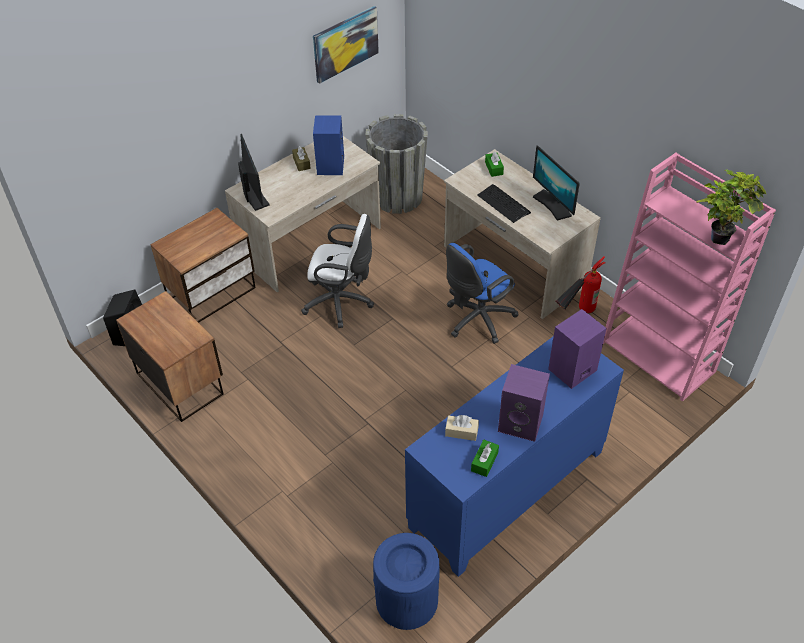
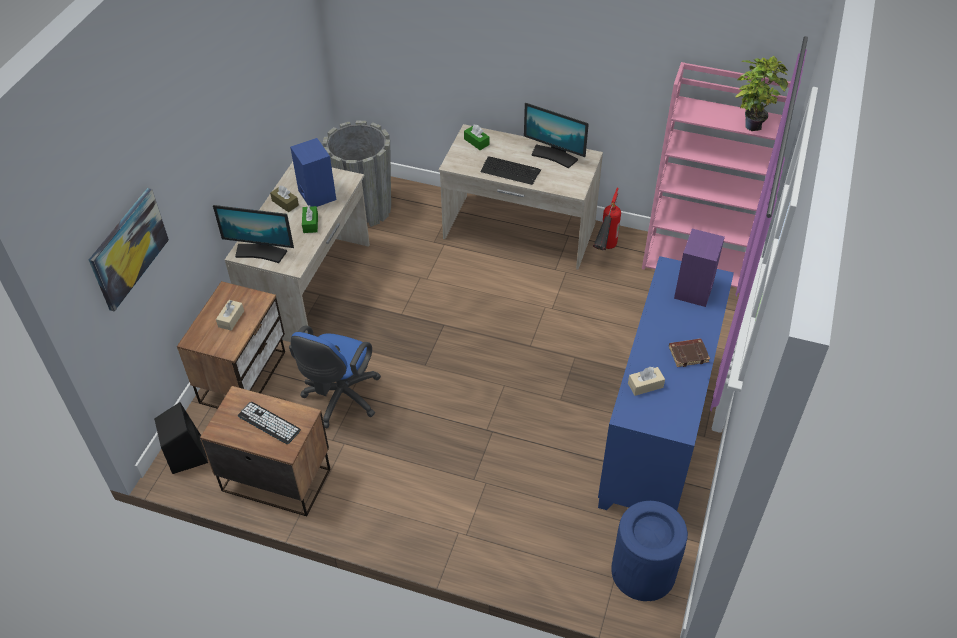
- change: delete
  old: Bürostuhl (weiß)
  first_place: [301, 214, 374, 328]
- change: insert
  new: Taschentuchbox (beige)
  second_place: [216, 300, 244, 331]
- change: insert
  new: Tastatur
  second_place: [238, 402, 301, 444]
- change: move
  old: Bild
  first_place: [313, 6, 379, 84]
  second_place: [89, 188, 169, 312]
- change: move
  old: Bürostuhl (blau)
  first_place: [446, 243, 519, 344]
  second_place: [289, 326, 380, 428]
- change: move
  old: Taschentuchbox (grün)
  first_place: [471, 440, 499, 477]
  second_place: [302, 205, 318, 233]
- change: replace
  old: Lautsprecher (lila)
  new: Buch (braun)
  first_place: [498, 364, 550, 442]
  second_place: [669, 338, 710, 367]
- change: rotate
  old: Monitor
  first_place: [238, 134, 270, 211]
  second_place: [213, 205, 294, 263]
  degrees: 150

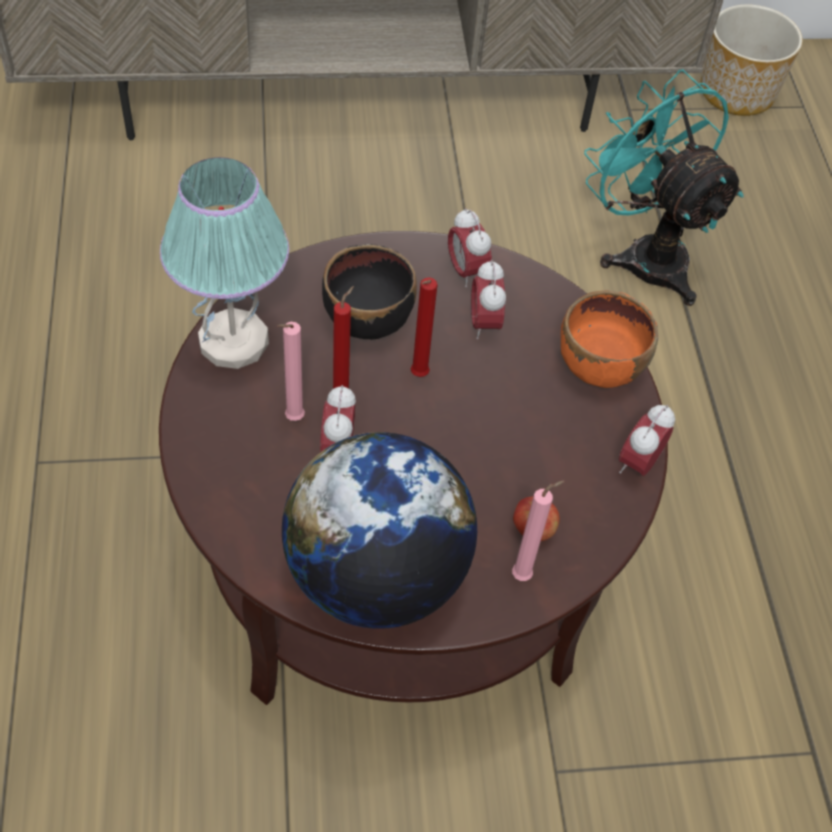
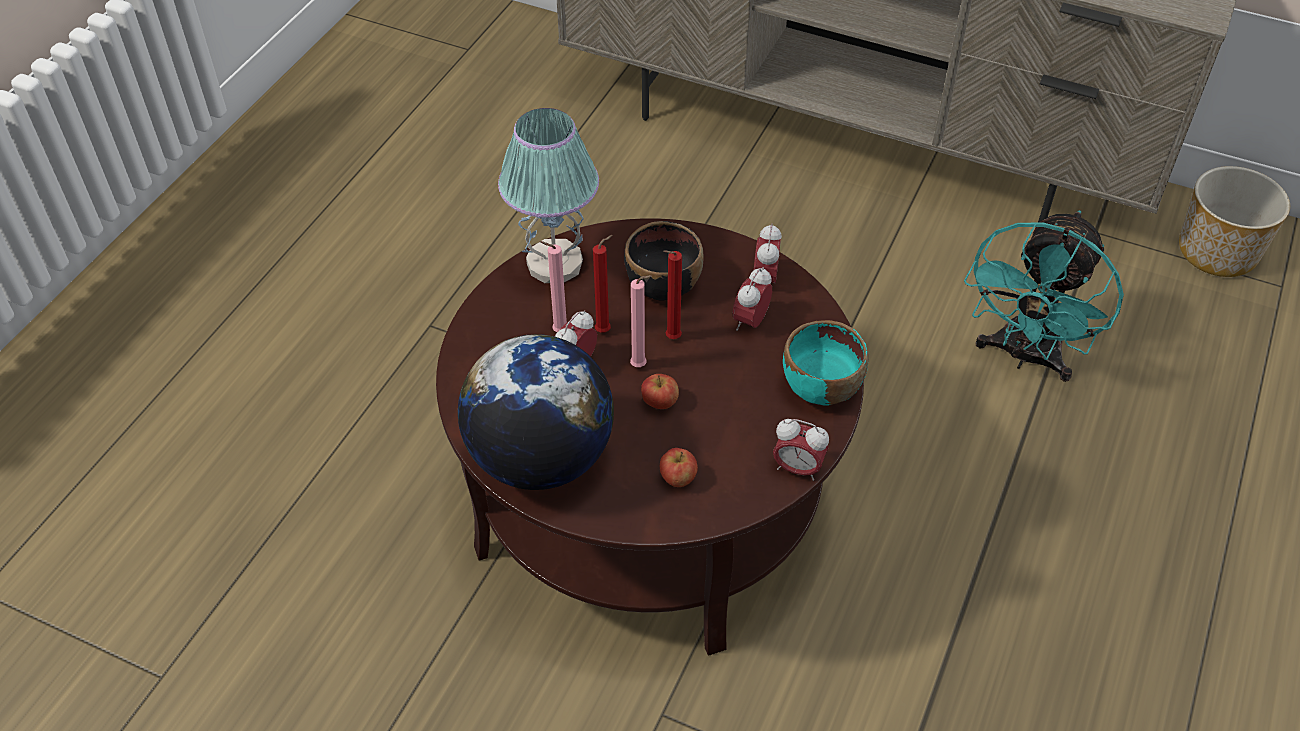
- change: insert
  new: Apfel
  second_place: [641, 374, 679, 409]
- change: move
  old: Kerze (rosa)
  first_place: [512, 481, 565, 581]
  second_place: [630, 275, 652, 367]
- change: recolor
  old: Schüssel (orange)
  new: Schüssel (türkis)
  first_place: [561, 290, 658, 388]
  second_place: [783, 320, 868, 406]
- change: rotate
  old: Ventilator (türkis)
  first_place: [584, 69, 744, 306]
  second_place: [964, 210, 1124, 382]
  degrees: -150
- change: rotate
  old: Wecker
  first_place: [619, 405, 675, 476]
  second_place: [773, 419, 829, 481]
  degrees: -135

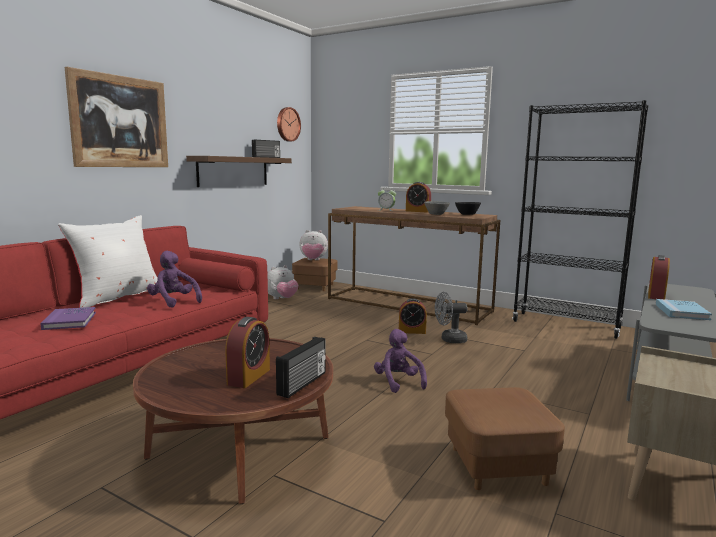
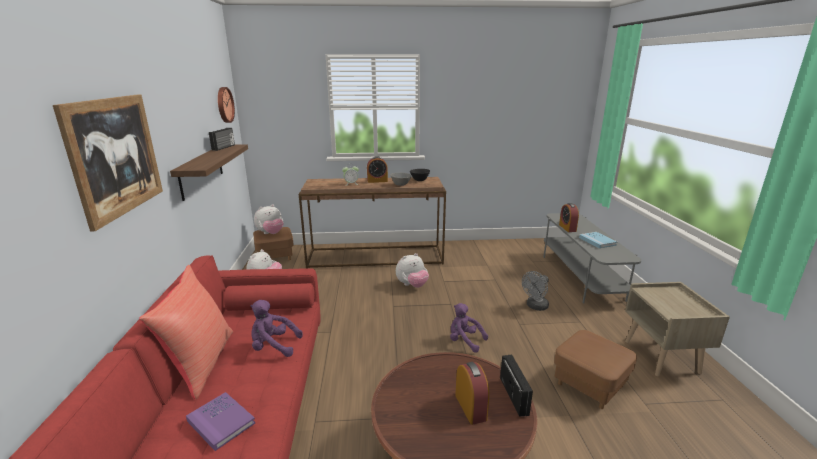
- change: delete
  old: Bücherregal (schwarz)
  first_place: [512, 100, 648, 339]
- change: move
  old: Ventilator (grau)
  first_place: [435, 292, 468, 343]
  second_place: [522, 271, 549, 311]
- change: replace
  old: Wecker
  new: Plüschtier
  first_place: [399, 298, 427, 334]
  second_place: [396, 253, 429, 288]
- change: recolor
  old: Kissen (weiß)
  new: Kissen (rot)
  first_place: [58, 215, 158, 308]
  second_place: [139, 265, 233, 399]

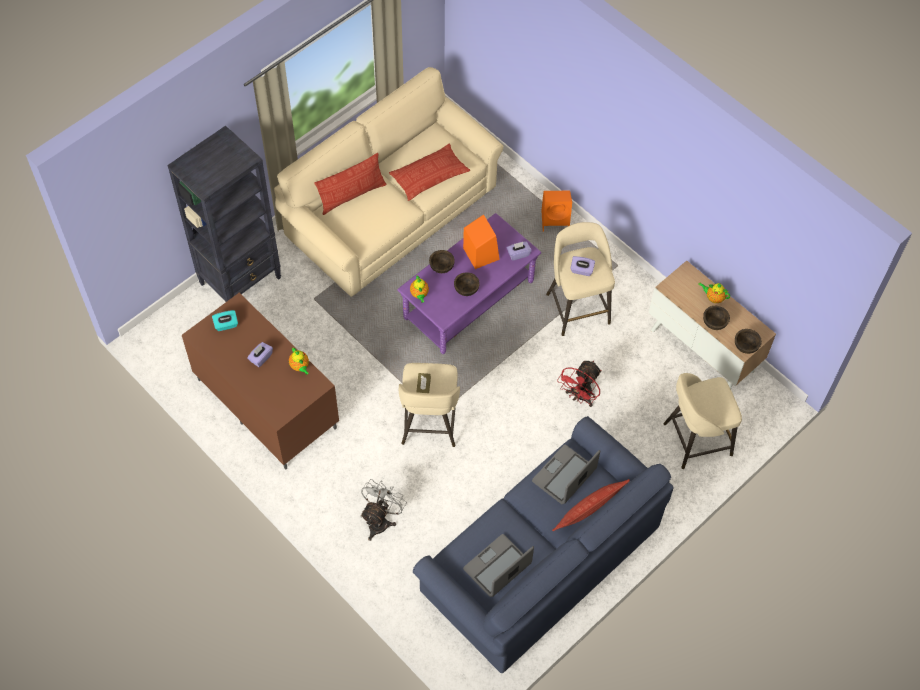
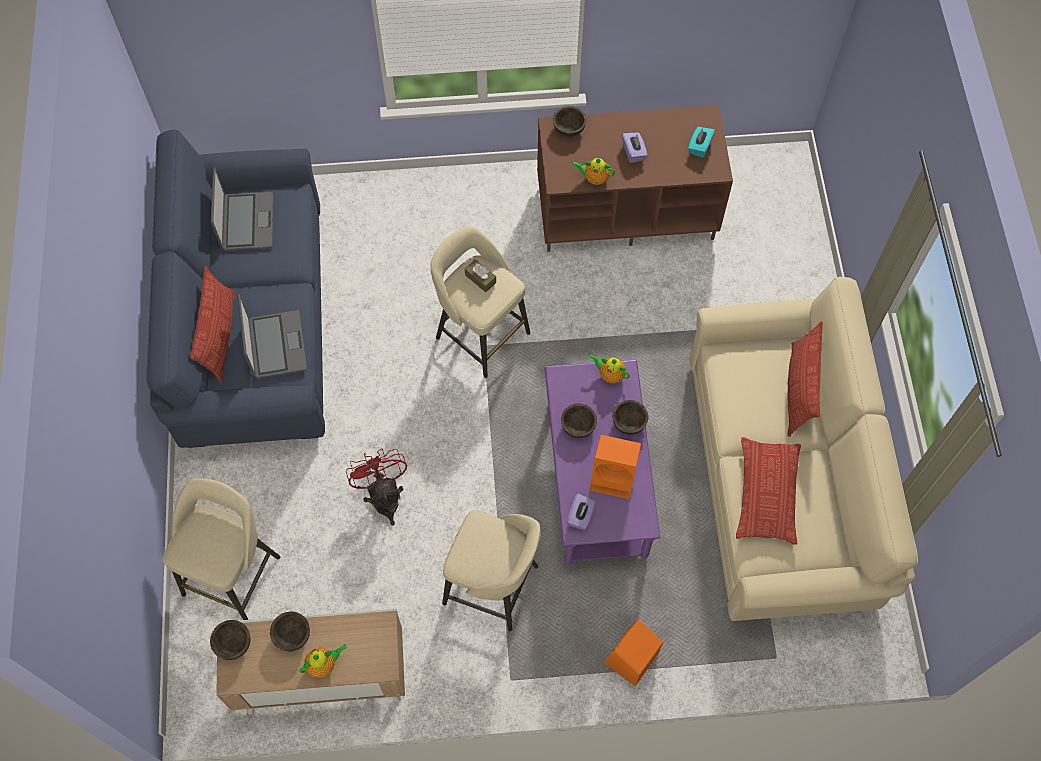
- change: delete
  old: Bücherregal (schwarz)
  first_place: [167, 126, 281, 302]
- change: delete
  old: Ventilator (grau)
  first_place: [361, 479, 407, 541]
- change: delete
  old: Taschentuchbox (lila)
  first_place: [570, 256, 595, 276]
- change: insert
  new: Schüssel (braun)
  second_place: [553, 106, 586, 137]

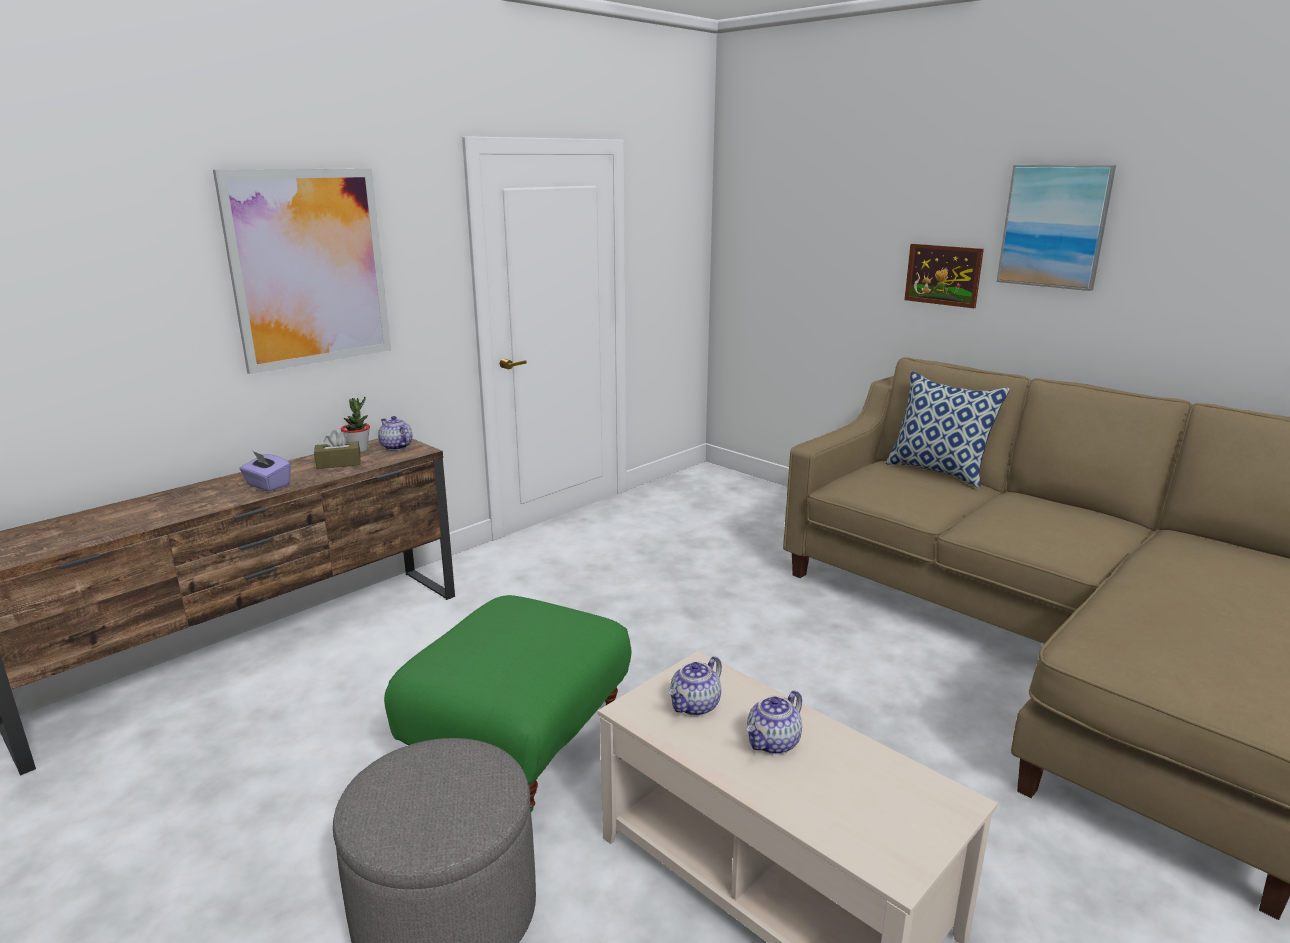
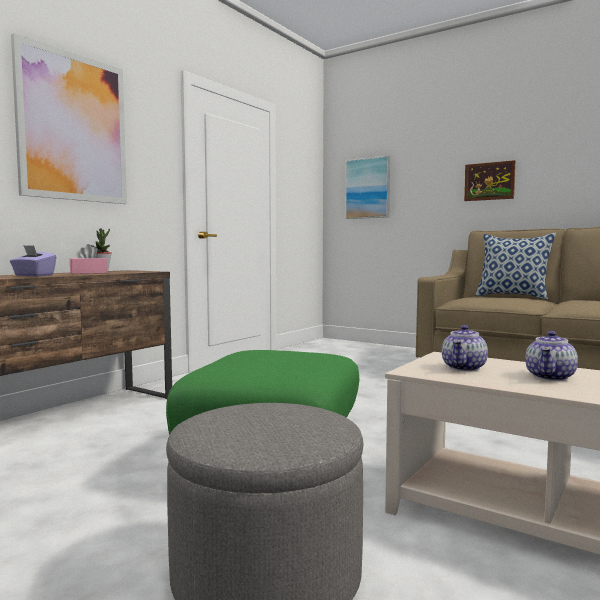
- change: delete
  old: Teekanne
  first_place: [378, 416, 412, 451]
- change: move
  old: Bild
  first_place: [996, 165, 1116, 291]
  second_place: [345, 155, 390, 219]
- change: recolor
  old: Taschentuchbox (braun)
  new: Taschentuchbox (rosa)
  first_place: [314, 430, 361, 469]
  second_place: [70, 244, 108, 274]

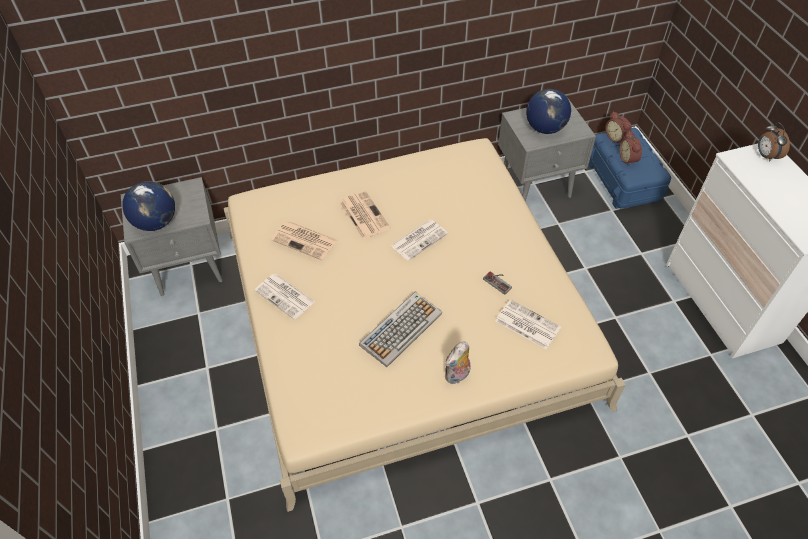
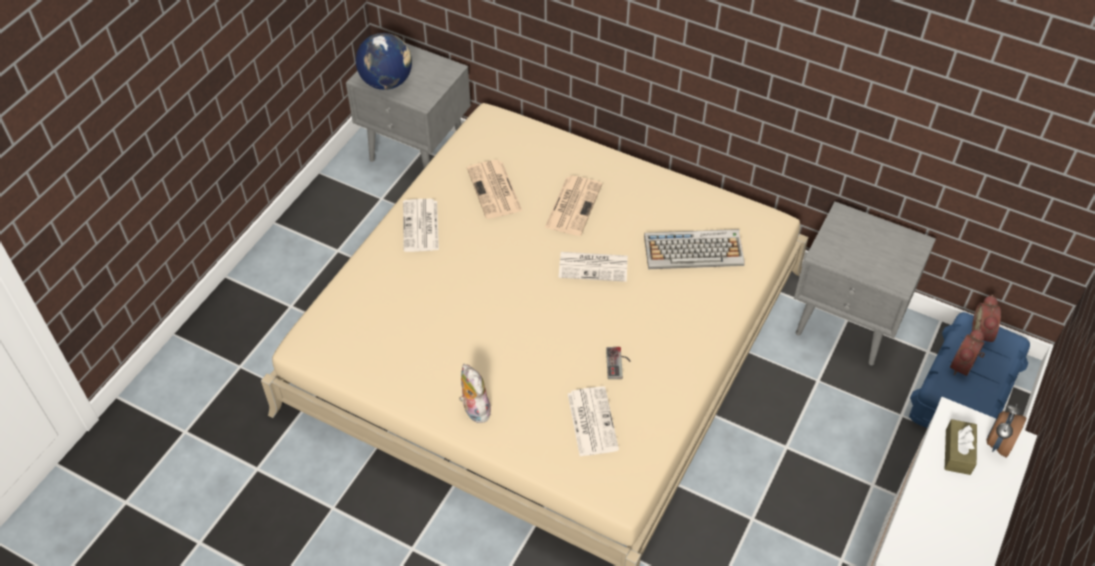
- change: delete
  old: Globus
  first_place: [526, 89, 571, 134]
- change: insert
  new: Taschentuchbox (braun)
  second_place: [945, 419, 977, 475]
- change: move
  old: Tastatur
  first_place: [359, 292, 442, 367]
  second_place: [644, 229, 745, 269]
- change: rotate
  old: Plüschtier
  first_place: [445, 342, 470, 384]
  second_place: [459, 364, 493, 423]
  degrees: 60

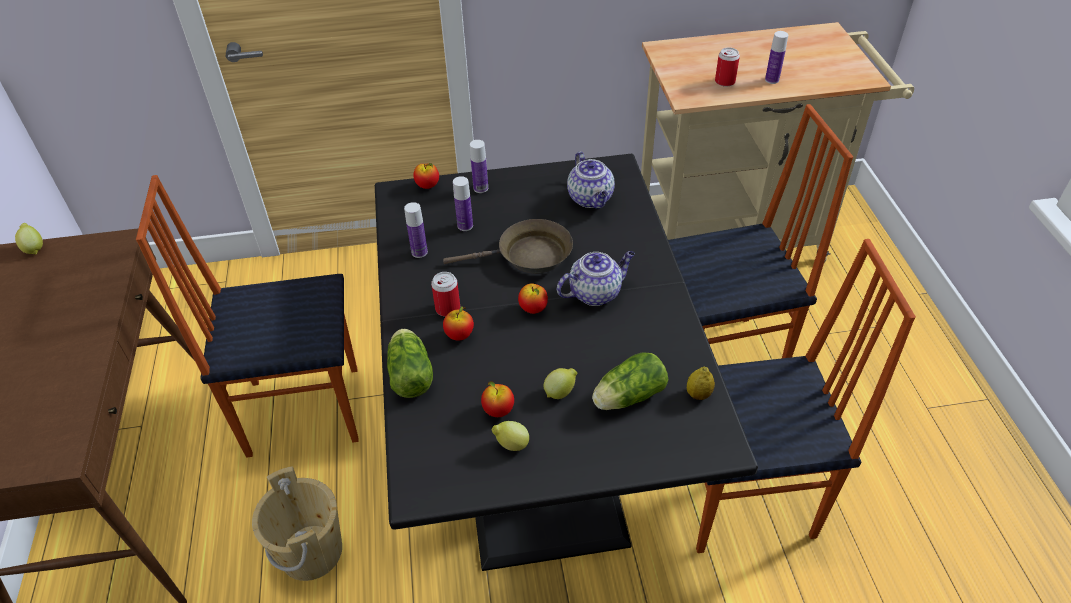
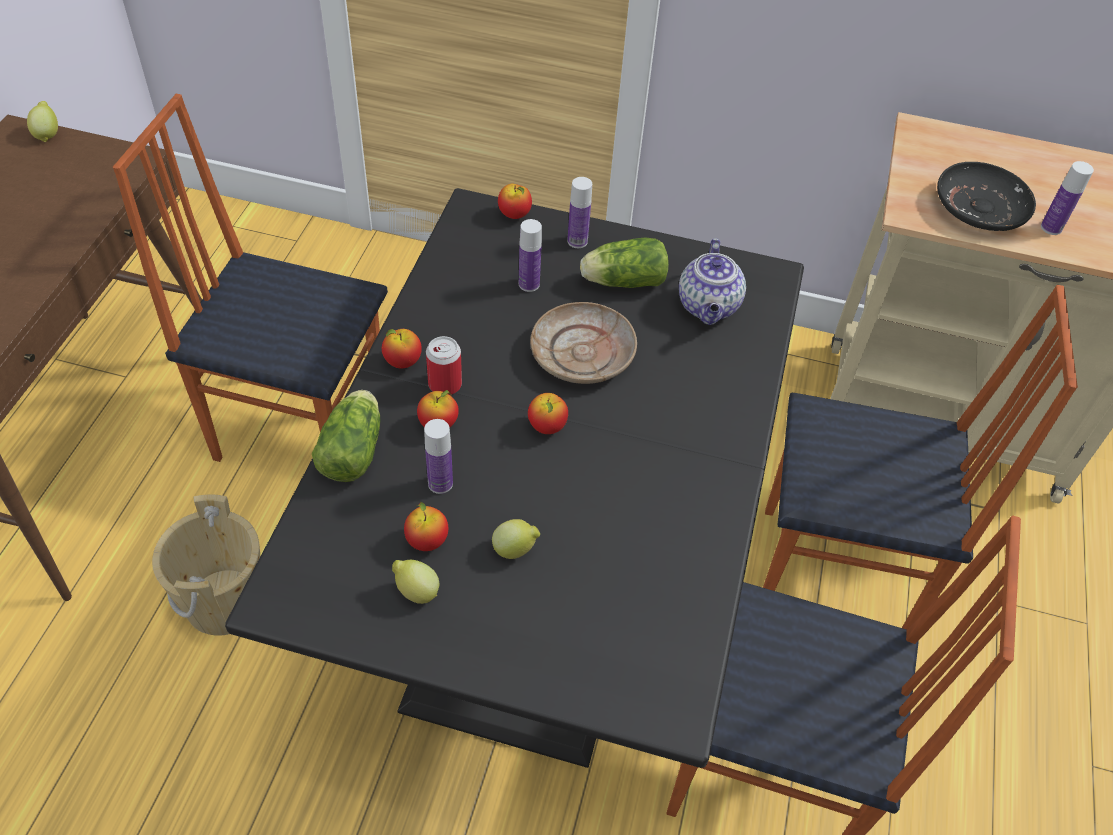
- change: delete
  old: Teekanne
  first_place: [557, 251, 635, 306]
- change: delete
  old: Zitrone
  first_place: [687, 367, 715, 400]
- change: insert
  new: Apfel
  second_place: [382, 329, 422, 368]
- change: move
  old: Flasche
  first_place: [404, 202, 428, 258]
  second_place: [424, 419, 453, 494]
- change: move
  old: Salatkopf
  first_place: [592, 353, 668, 410]
  second_place: [580, 237, 669, 288]
- change: replace
  old: Pfanne (braun)
  new: Teller (beige)
  first_place: [443, 219, 573, 273]
  second_place: [530, 302, 637, 384]
- change: replace
  old: Dose
  new: Teller (schwarz)
  first_place: [715, 47, 740, 87]
  second_place: [937, 162, 1036, 231]

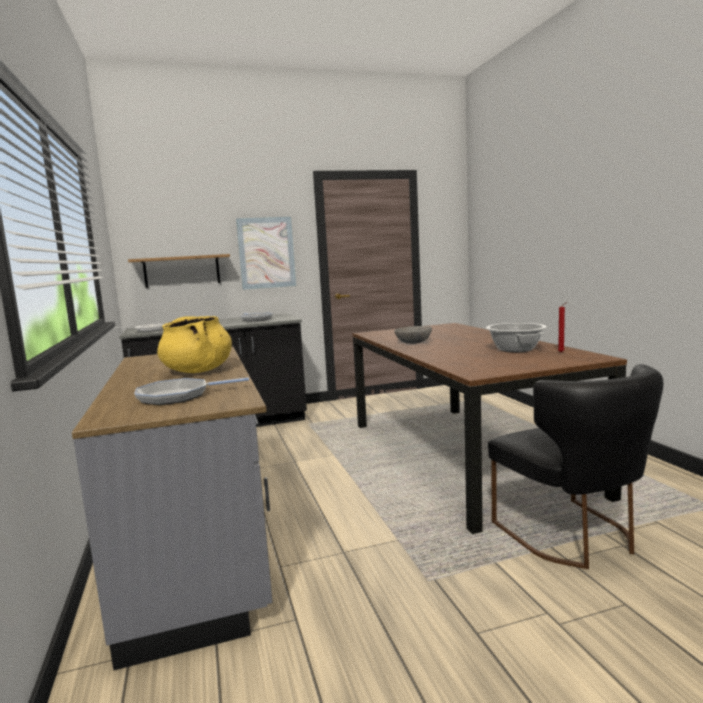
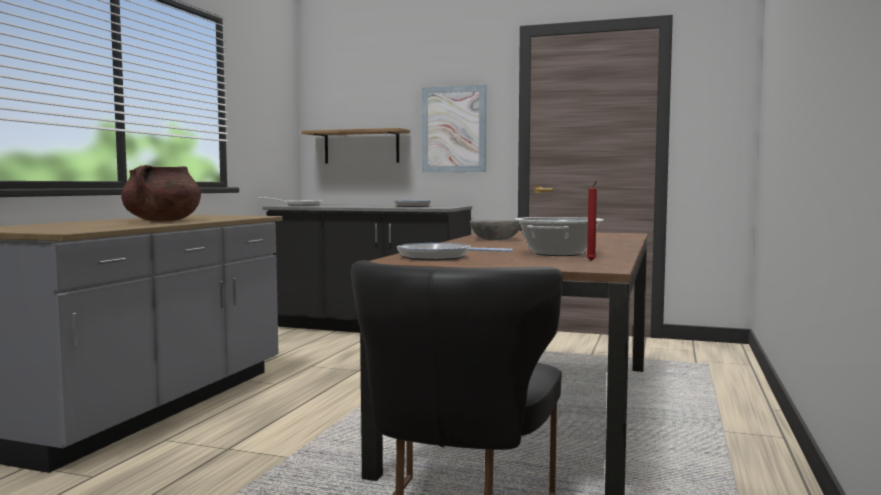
- change: move
  old: Pfanne
  first_place: [134, 377, 249, 405]
  second_place: [397, 243, 513, 261]
- change: recolor
  old: Kochtopf (gelb)
  new: Kochtopf (braun)
  first_place: [157, 316, 232, 373]
  second_place: [121, 165, 201, 222]

